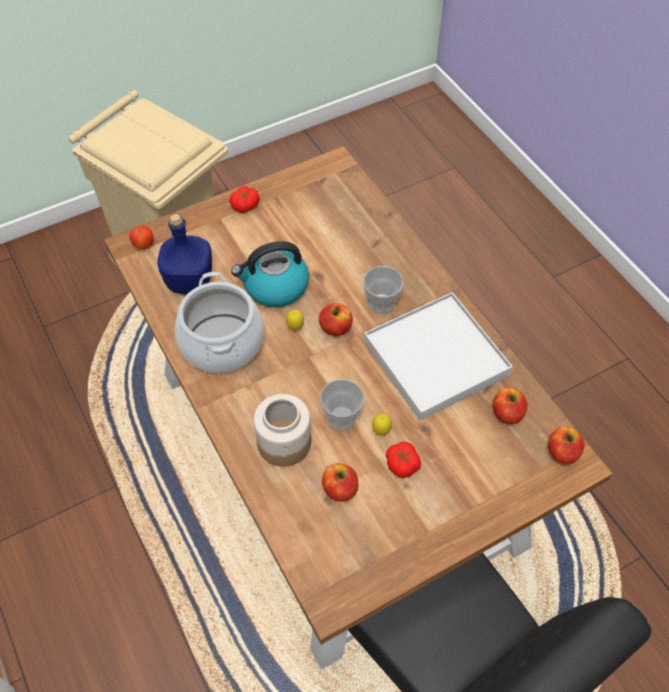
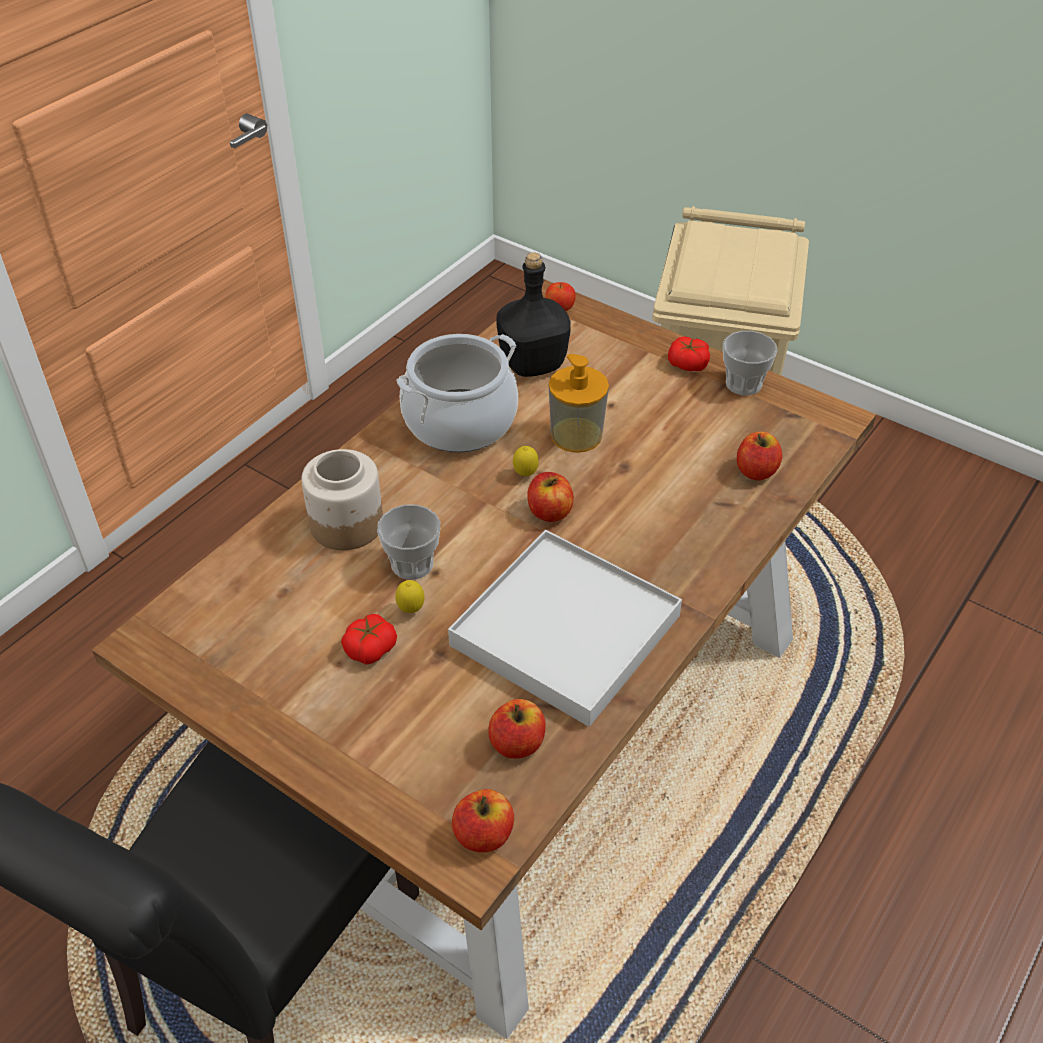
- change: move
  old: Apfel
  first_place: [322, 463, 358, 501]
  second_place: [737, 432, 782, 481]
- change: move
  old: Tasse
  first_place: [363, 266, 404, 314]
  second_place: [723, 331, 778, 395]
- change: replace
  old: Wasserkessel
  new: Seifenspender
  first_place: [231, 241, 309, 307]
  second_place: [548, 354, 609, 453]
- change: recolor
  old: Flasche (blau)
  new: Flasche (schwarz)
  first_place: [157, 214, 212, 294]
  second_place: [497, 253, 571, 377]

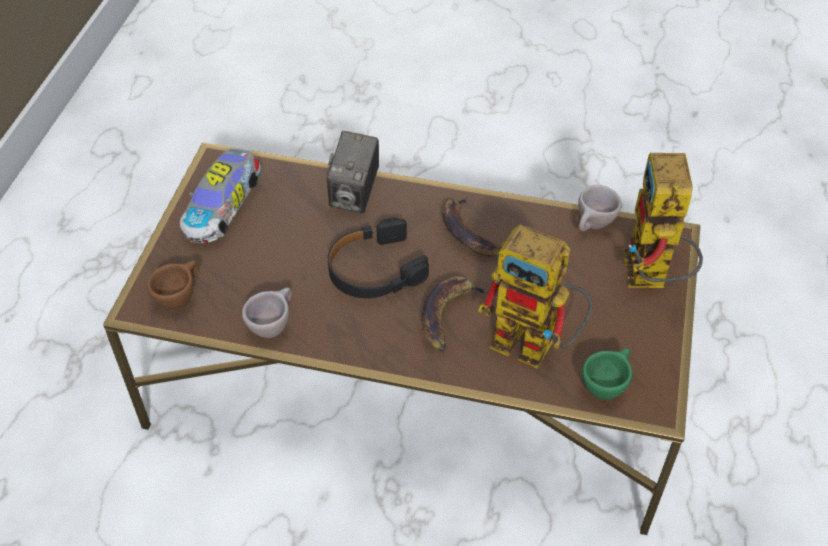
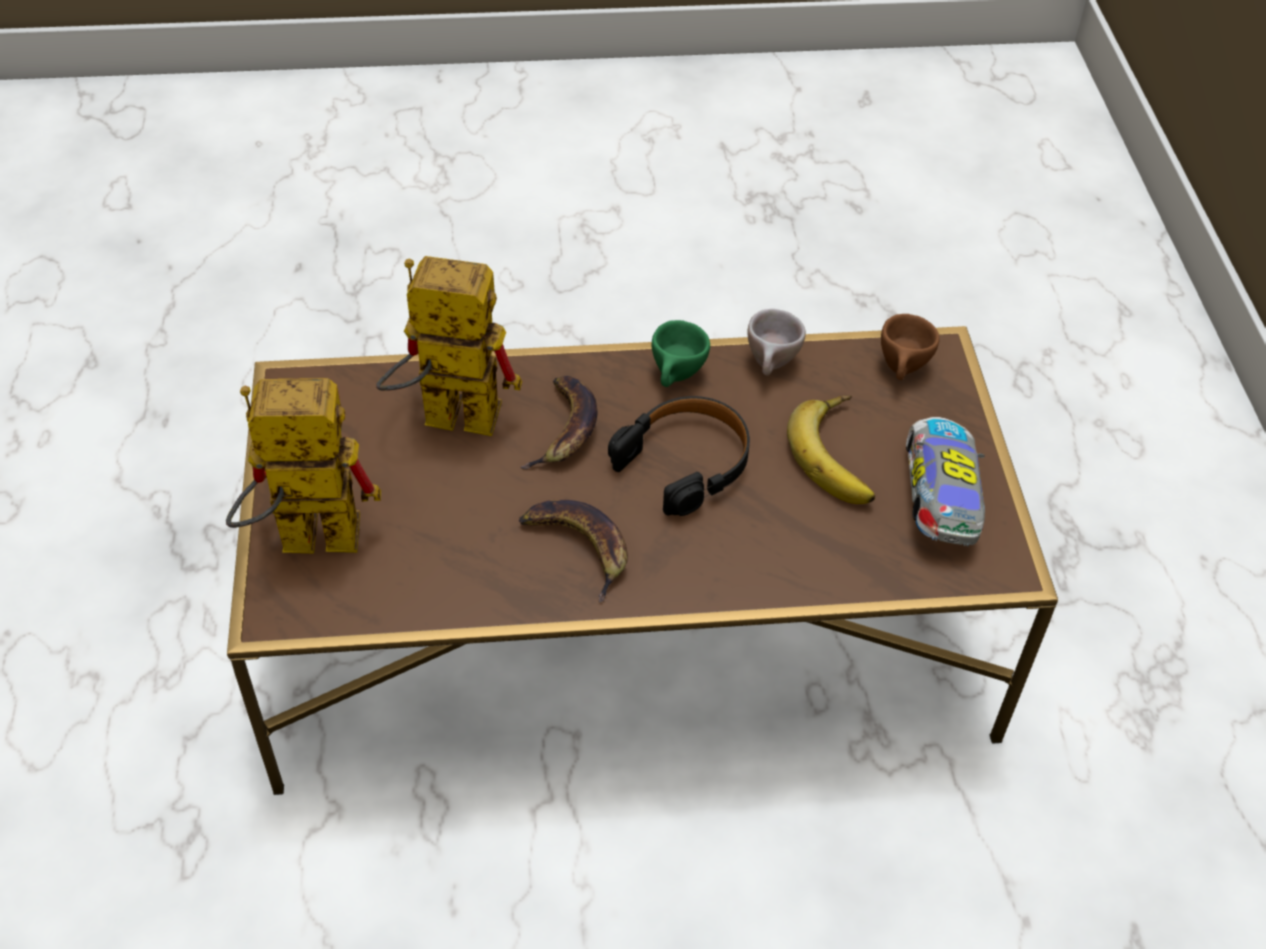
- change: delete
  old: Kamera
  first_place: [327, 131, 379, 213]
- change: delete
  old: Tasse (beige)
  first_place: [578, 185, 622, 231]
- change: insert
  new: Banane
  second_place: [787, 396, 875, 504]
- change: move
  old: Tasse (grün)
  first_place: [582, 348, 633, 400]
  second_place: [652, 320, 710, 387]
- change: rotate
  old: Spielzeugroboter
  first_place: [623, 153, 703, 288]
  second_place: [226, 378, 381, 553]
  degrees: -75

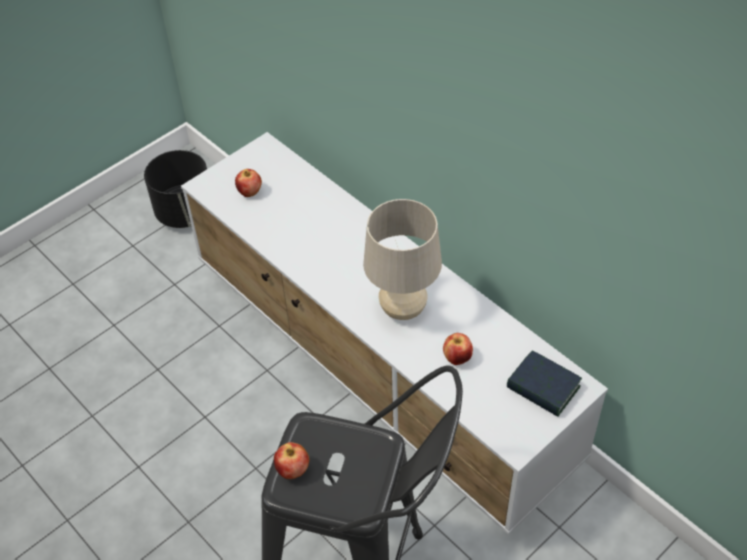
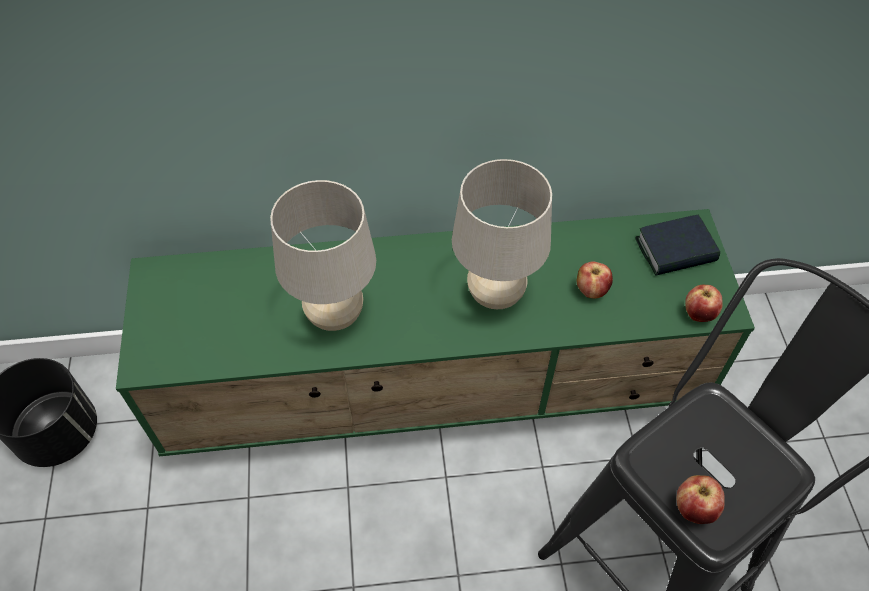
- change: insert
  new: Tischlampe (beige)
  second_place: [270, 180, 376, 331]
- change: move
  old: Apfel
  first_place: [235, 169, 262, 197]
  second_place: [685, 285, 722, 322]
- change: recolor
  old: Fernsehschrank (weiß)
  new: Fernsehschrank (grün)
  first_place: [181, 132, 608, 535]
  second_place: [116, 209, 755, 456]

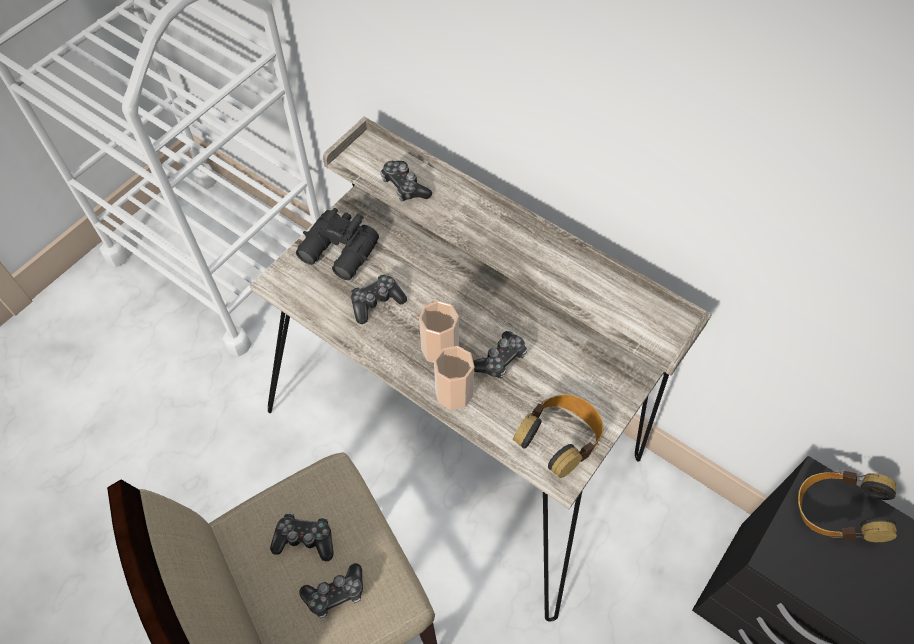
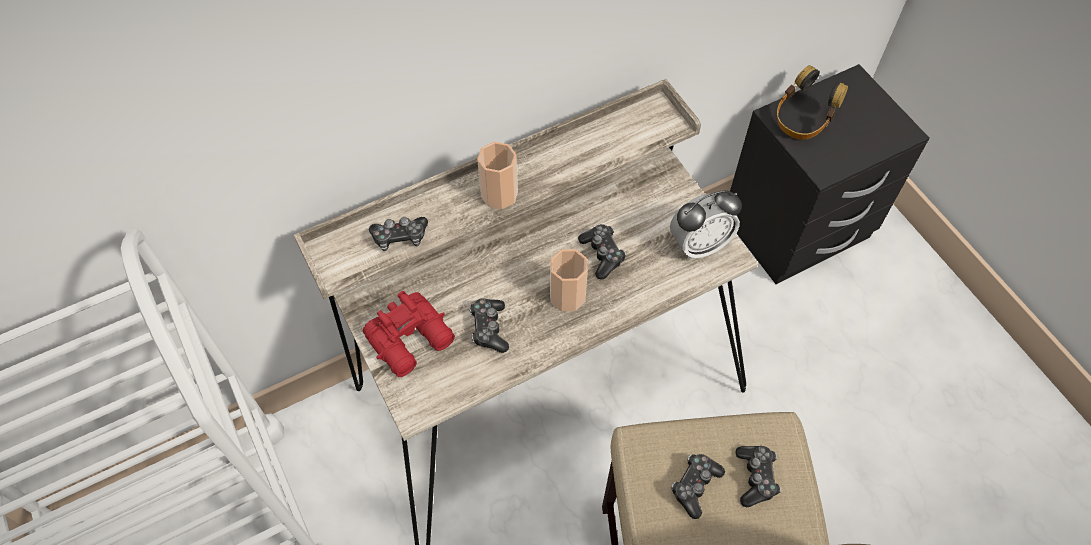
- change: move
  old: Tasse
  first_place: [434, 346, 474, 410]
  second_place: [477, 142, 518, 209]
- change: replace
  old: Kopfhörer
  new: Wecker
  first_place: [513, 394, 604, 478]
  second_place: [670, 190, 742, 260]
- change: recolor
  old: Fernglas (schwarz)
  new: Fernglas (rot)
  first_place: [296, 208, 379, 280]
  second_place: [363, 291, 455, 377]

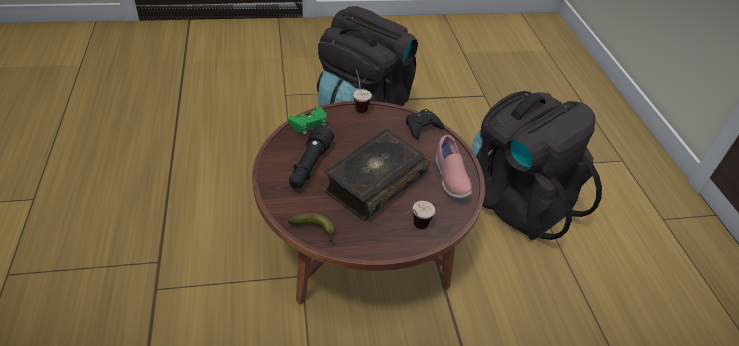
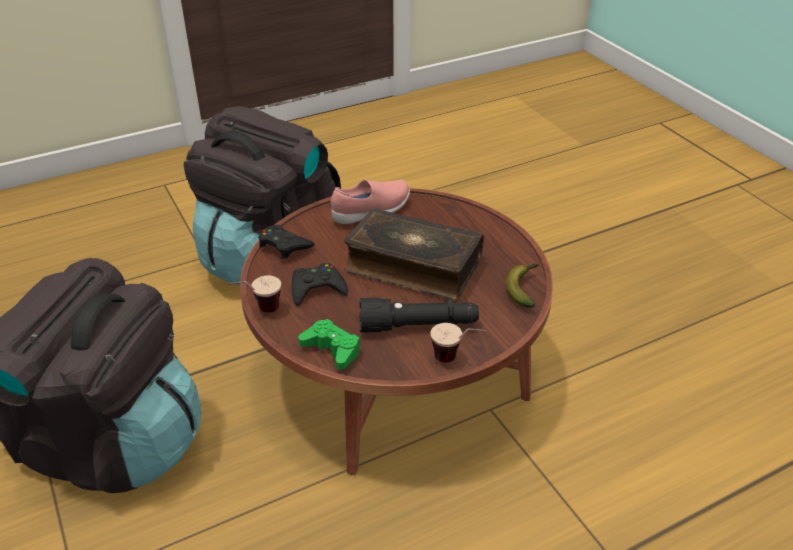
- change: insert
  new: Gamepad (schwarz)
  second_place: [292, 263, 348, 306]
- change: move
  old: Tasse
  first_place: [405, 201, 435, 229]
  second_place: [430, 323, 487, 363]

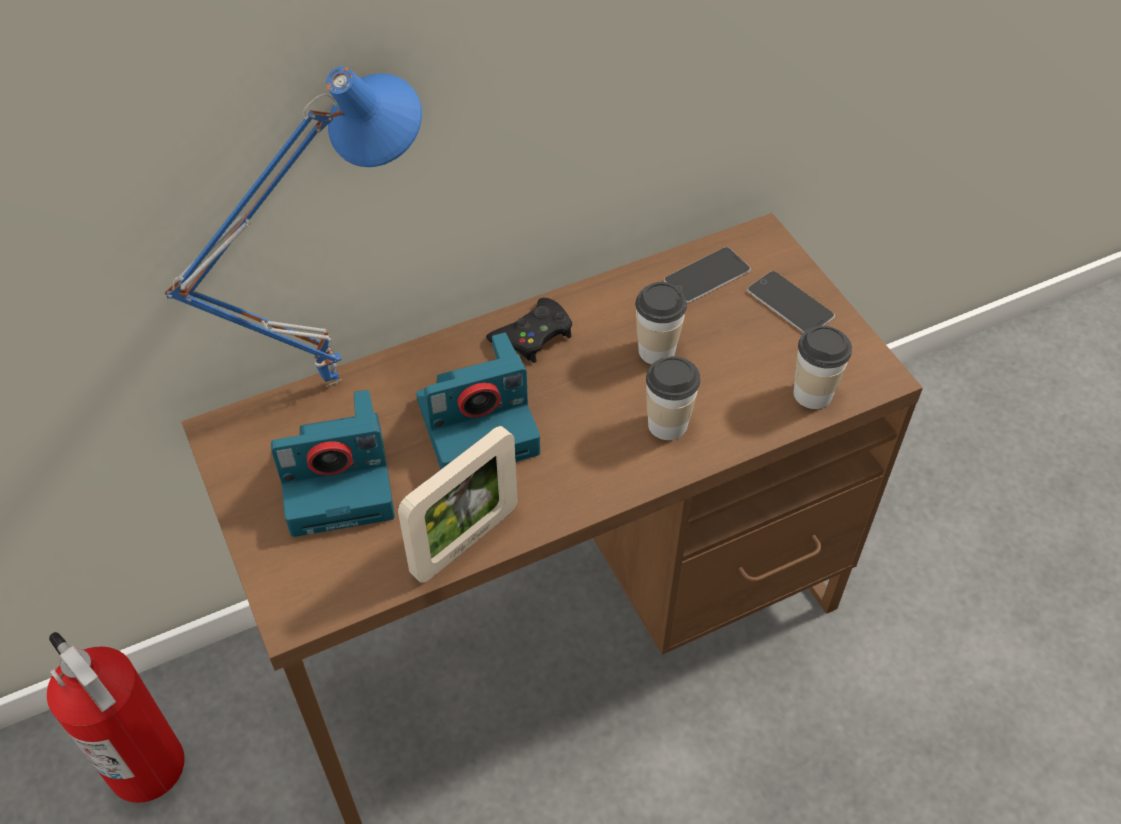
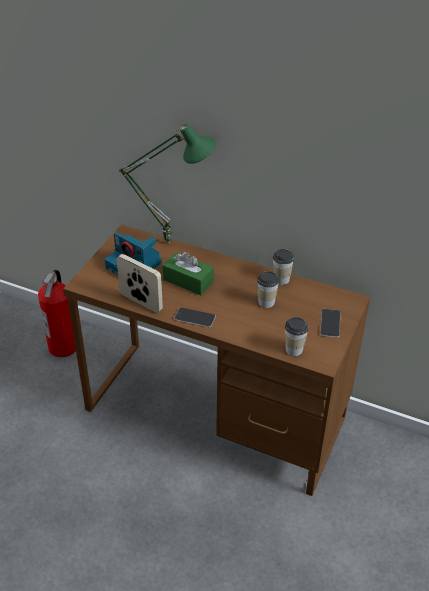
- change: delete
  old: Gamepad (schwarz)
  first_place: [486, 298, 572, 363]
- change: move
  old: Tasse
  first_place: [646, 356, 700, 440]
  second_place: [273, 249, 294, 285]
- change: move
  old: Handy
  first_place: [664, 247, 751, 303]
  second_place: [174, 307, 216, 327]
- change: replace
  old: Kamera
  new: Taschentuchbox (grün)
  first_place: [416, 333, 540, 469]
  second_place: [163, 252, 214, 295]
- change: recolor
  old: Tischlampe (blau)
  new: Tischlampe (grün)
  first_place: [165, 66, 422, 387]
  second_place: [119, 123, 216, 244]
- change: rotate
  old: Bilderrahmen
  first_place: [398, 426, 517, 583]
  second_place: [117, 254, 163, 313]
  degrees: -150

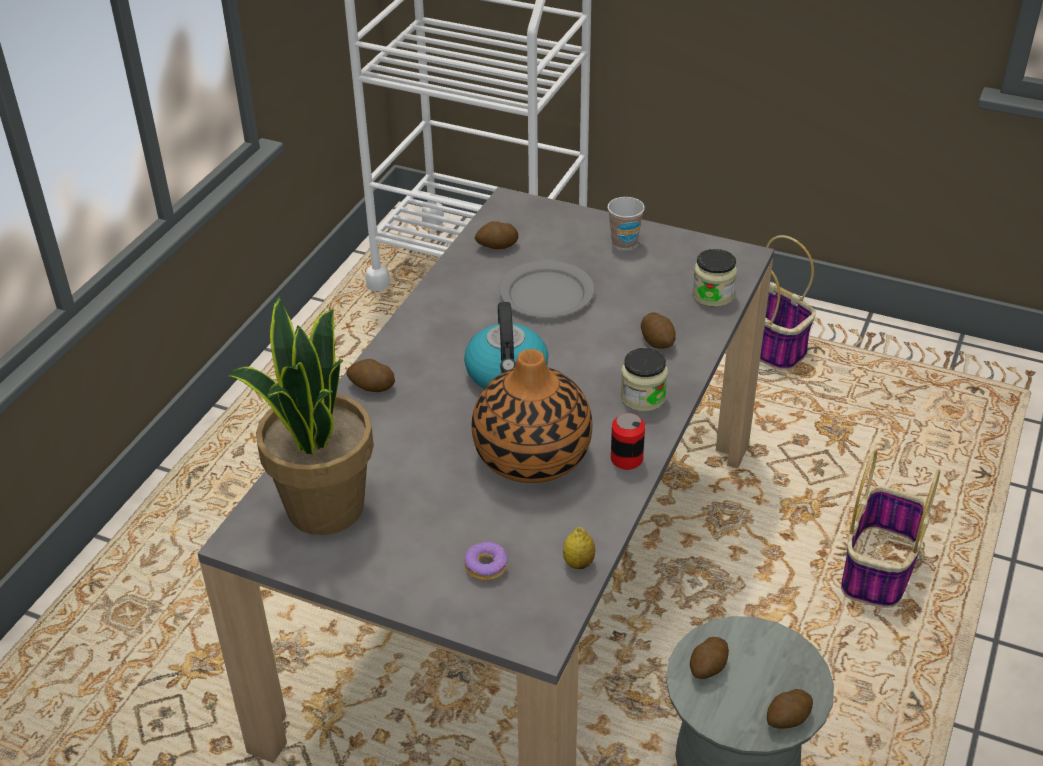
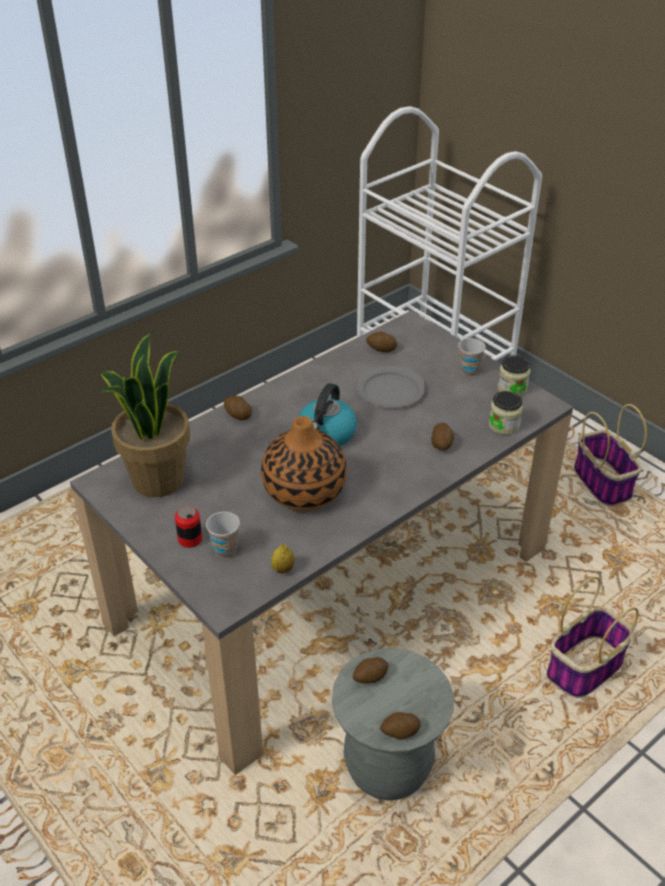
- change: move
  old: Dose
  first_place: [611, 413, 645, 470]
  second_place: [175, 506, 202, 548]
- change: move
  old: Vorratsglas
  first_place: [620, 348, 668, 412]
  second_place: [497, 355, 530, 396]
- change: replace
  old: Donut
  new: Tasse
  first_place: [464, 542, 508, 581]
  second_place: [206, 512, 240, 558]

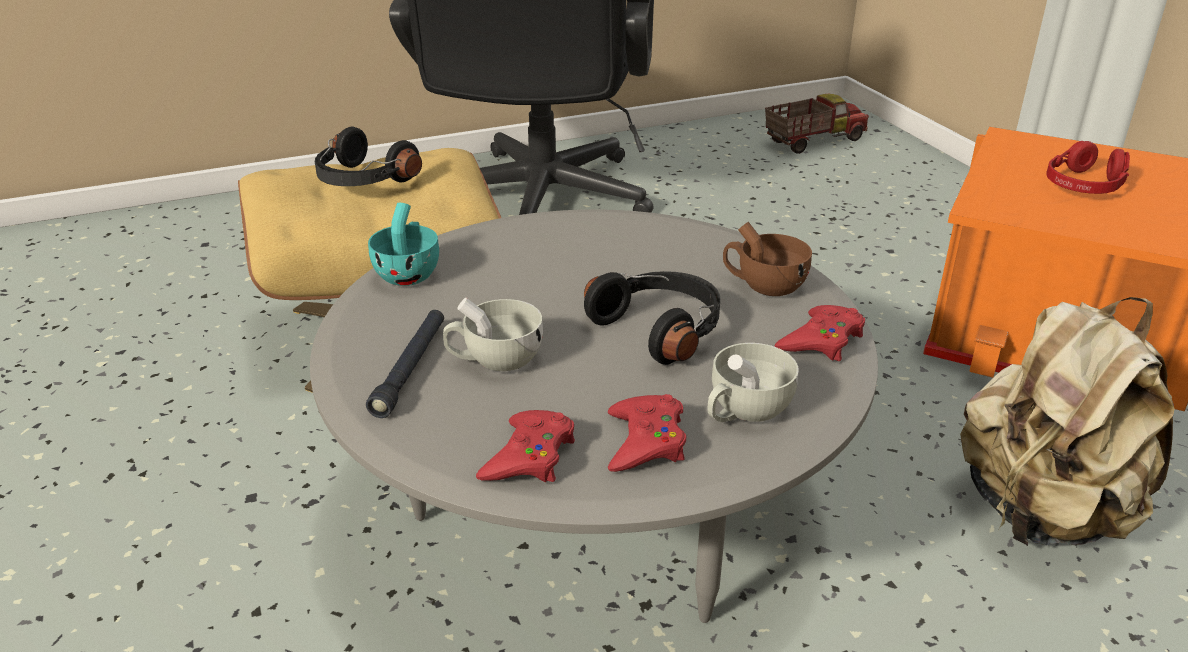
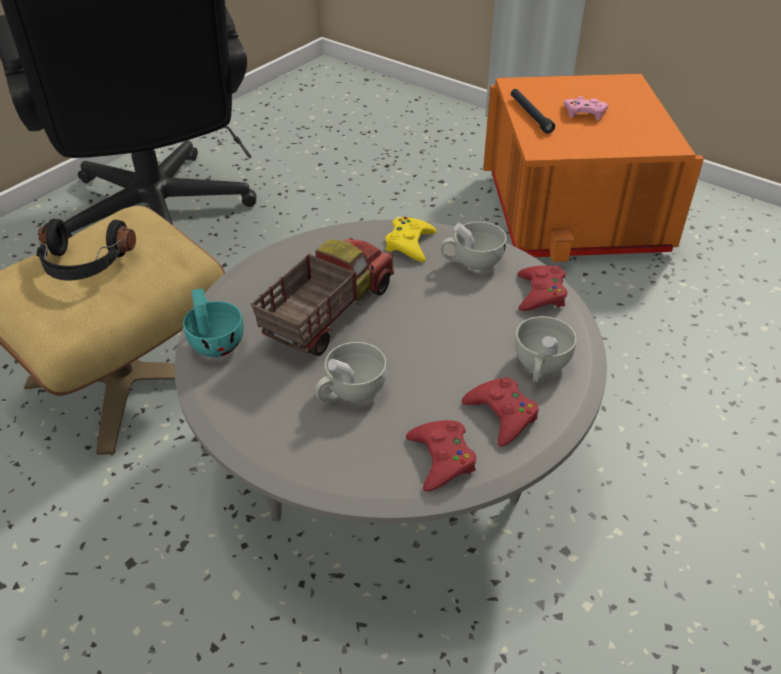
- change: delete
  old: Kopfhörer (schwarz)
  first_place: [584, 271, 720, 365]
- change: delete
  old: Rucksack (beige)
  first_place: [960, 297, 1175, 546]
- change: insert
  new: Gamepad (gelb)
  second_place: [385, 217, 436, 262]
- change: move
  old: Taschenlampe (schwarz)
  first_place: [366, 310, 444, 418]
  second_place: [511, 89, 555, 134]
- change: move
  old: Spielzeuglaster
  first_place: [765, 94, 869, 154]
  second_place: [251, 238, 394, 356]
- change: replace
  old: Kopfhörer (rot)
  new: Gamepad (rosa)
  first_place: [1046, 141, 1130, 194]
  second_place: [563, 96, 609, 121]
- change: recolor
  old: Tasse (braun)
  new: Tasse (weiß)
  first_place: [723, 222, 812, 296]
  second_place: [441, 222, 507, 270]

